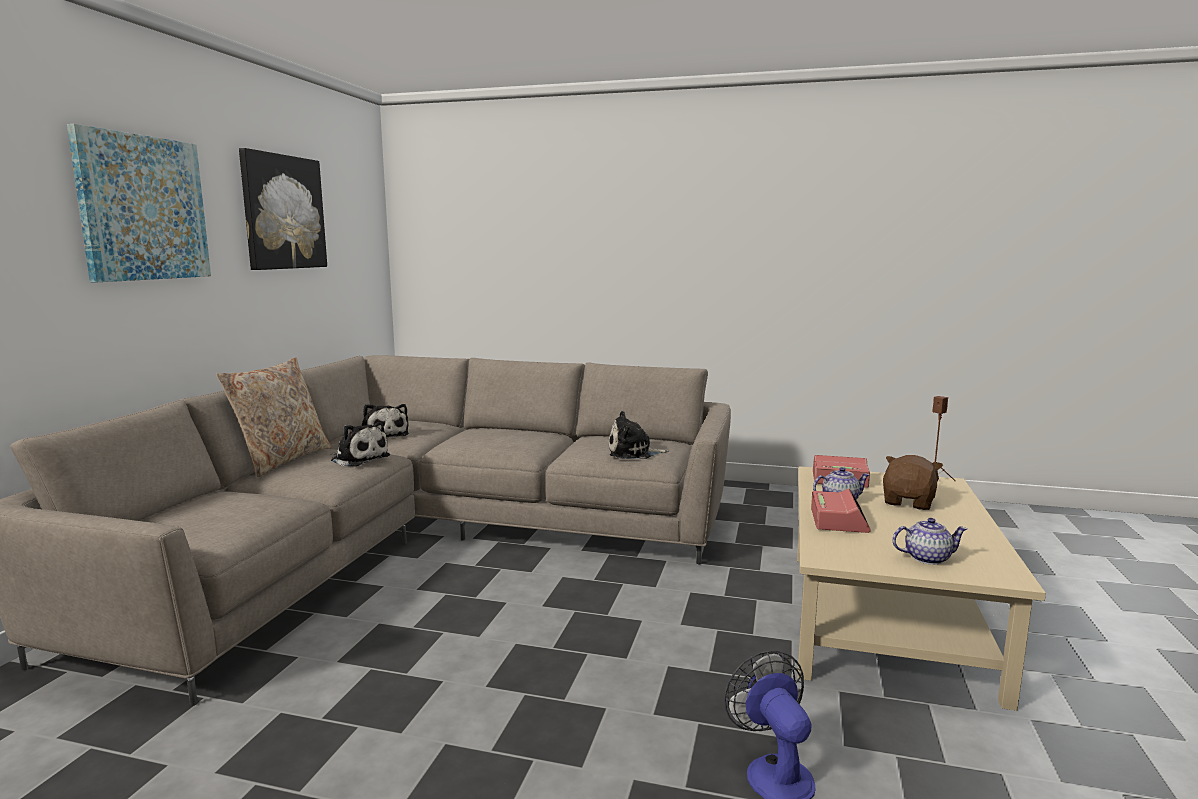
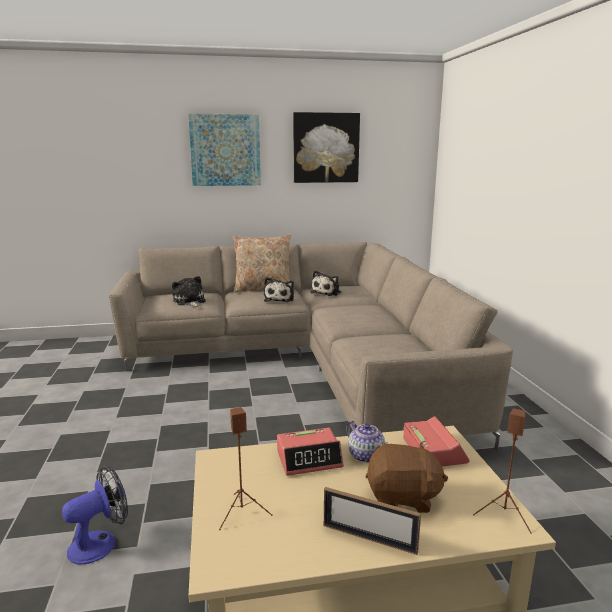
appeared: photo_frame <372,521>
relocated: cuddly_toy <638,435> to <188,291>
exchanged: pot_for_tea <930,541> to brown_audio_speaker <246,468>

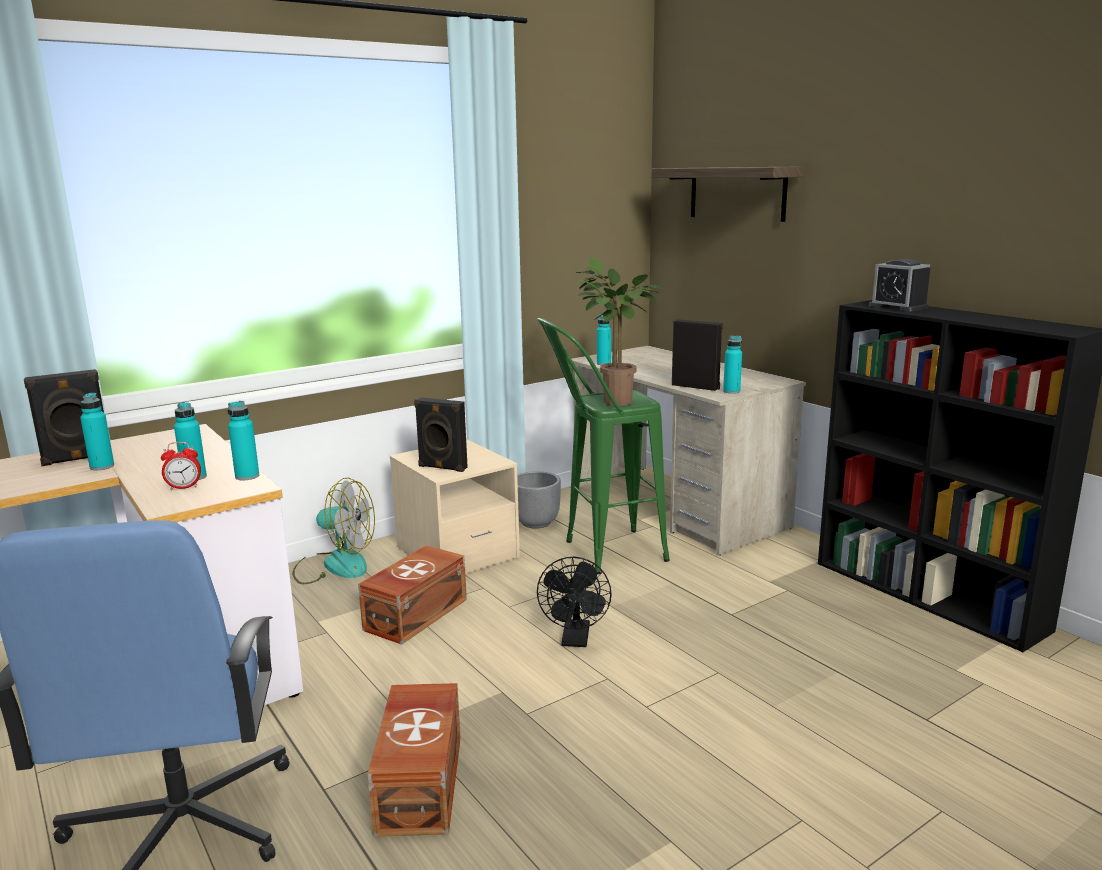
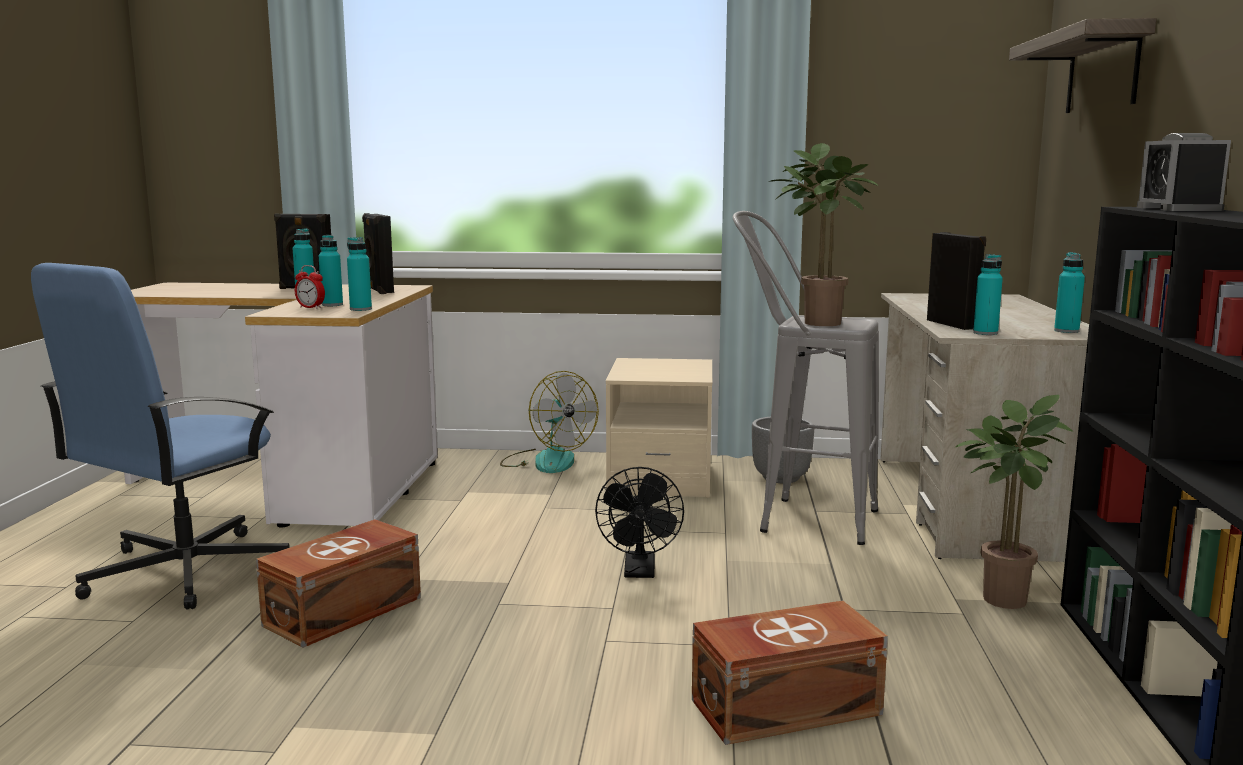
appeared: plant_in_a_pot <1013,502>
relocated: blue-green_drink_bottle <604,340> to <1069,292>; black-coloured_audio_speaker <441,434> to <378,253>; brown_storage_container <412,595> to <790,673>
colour: green_sitting_stool <603,446> to gray_sitting_stool <805,378>
spun: black-coloured_electric_fan <574,602> = <639,522> 45 degrees counterclockwise

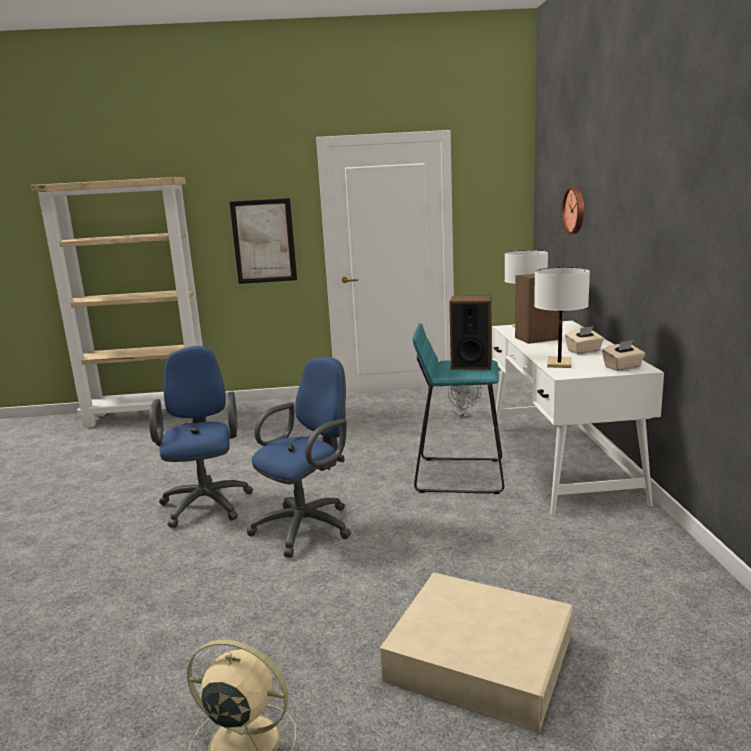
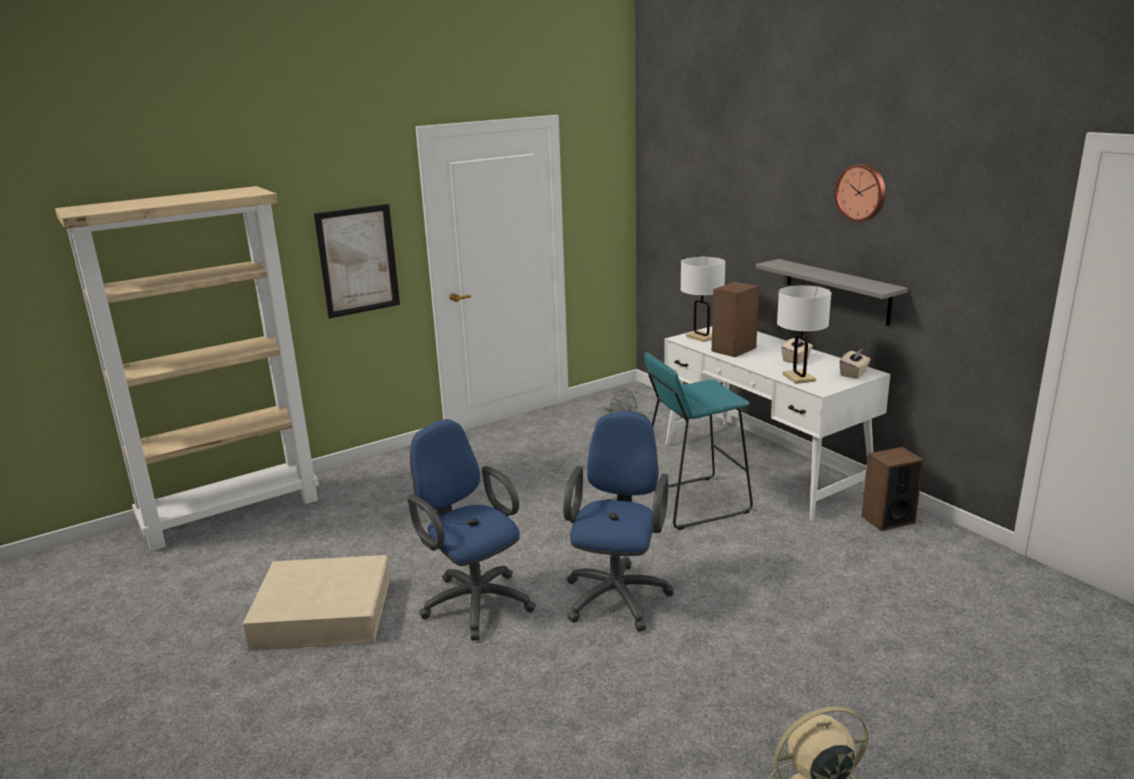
appeared: gray_bracket_shelf <832,292>
relocated: wall_clock <573,210> to <860,193>; audio_speaker <470,332> to <892,489>; sand-coloured_storage_container <476,653> to <316,602>

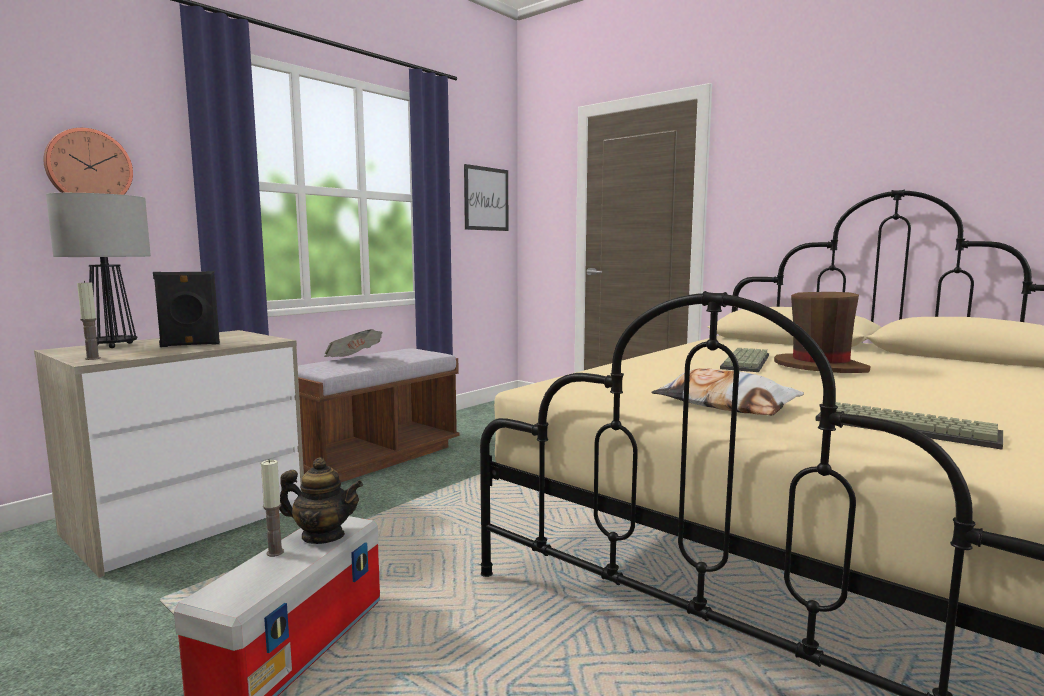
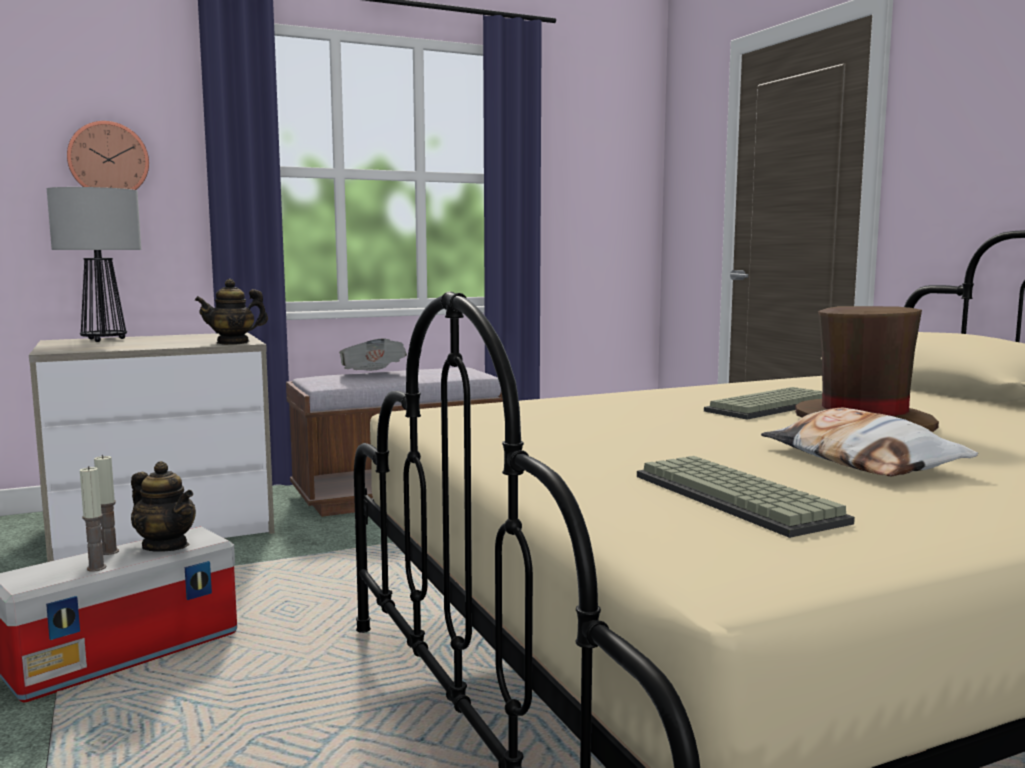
missing: wall_picture <486,197>; black-coloured_audio_speaker <186,309>
appeared: pot_for_tea <231,312>
relocated: wax_candle <89,320> to <93,519>; pillow <727,391> to <869,442>

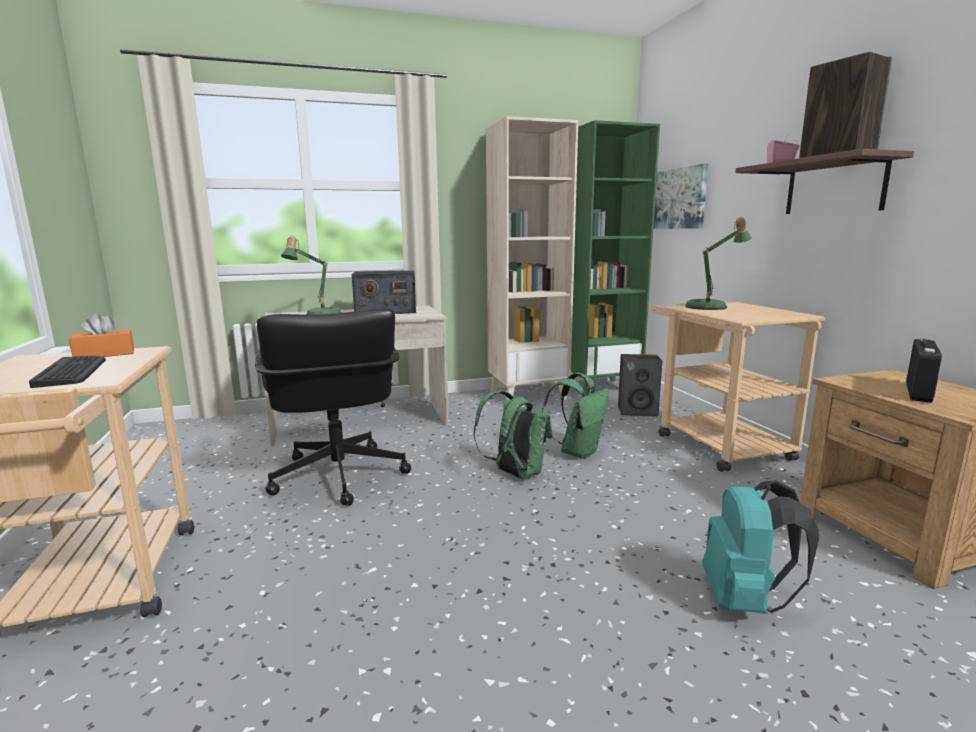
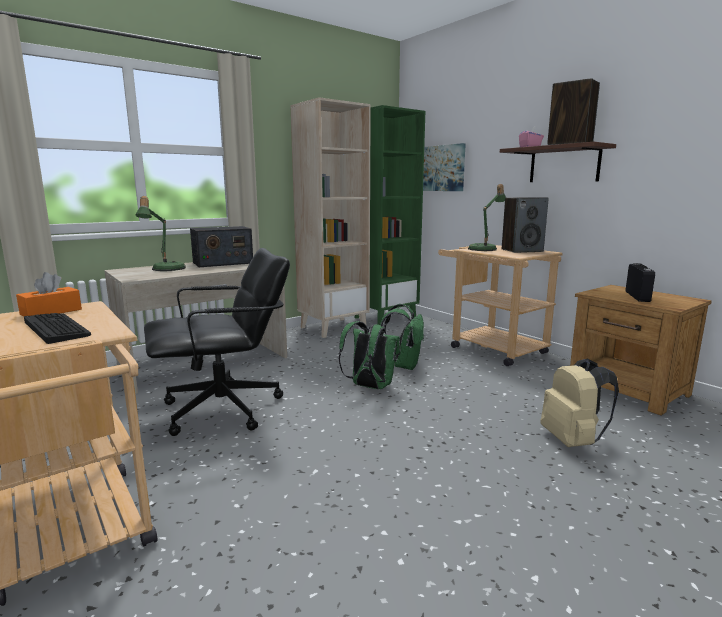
relocated: audio_speaker <640,385> to <525,225>
colour: blue-green_backpack <760,546> to sand-coloured_backpack <579,403>
spun: black-coloured_desk_chair <333,407> = <217,342> 75 degrees counterclockwise

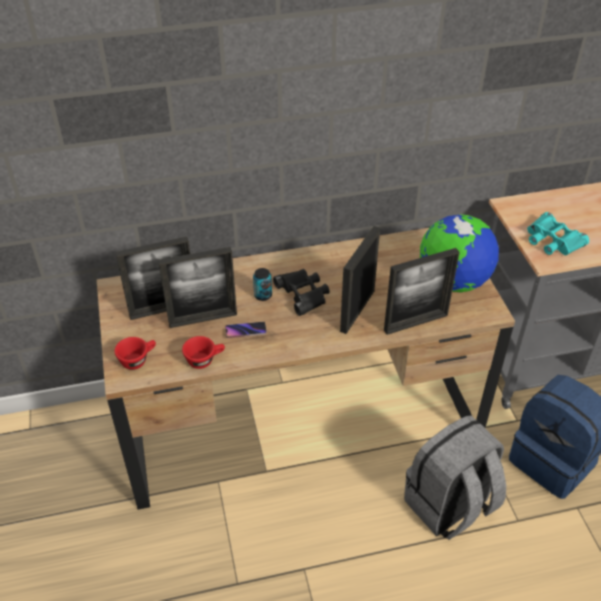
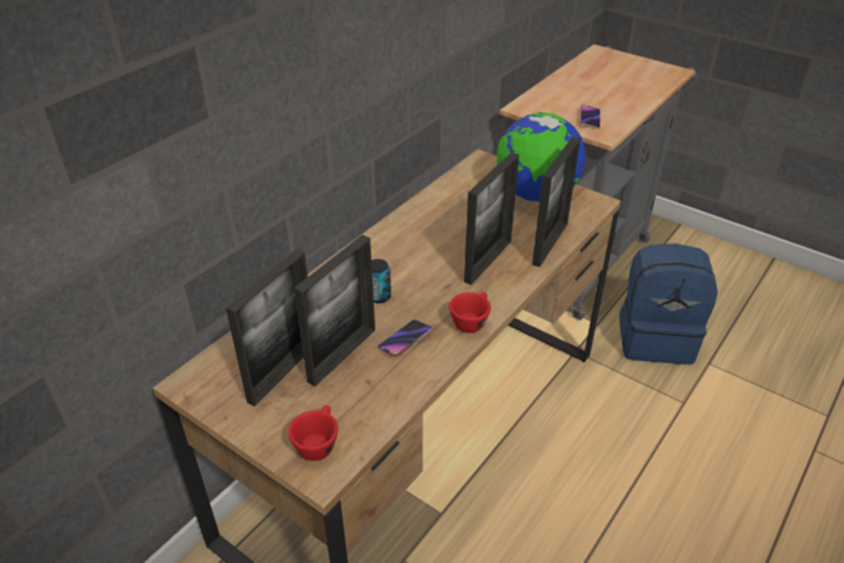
missing: black-coloured_field_glasses <301,292>; gray_backpack <455,477>
relocated: red_cup <203,352> to <470,312>
exchanged: blue-green_field_glasses <558,233> to handset <590,116>
spun: photo_frame <360,280> = <491,218> 135 degrees counterclockwise

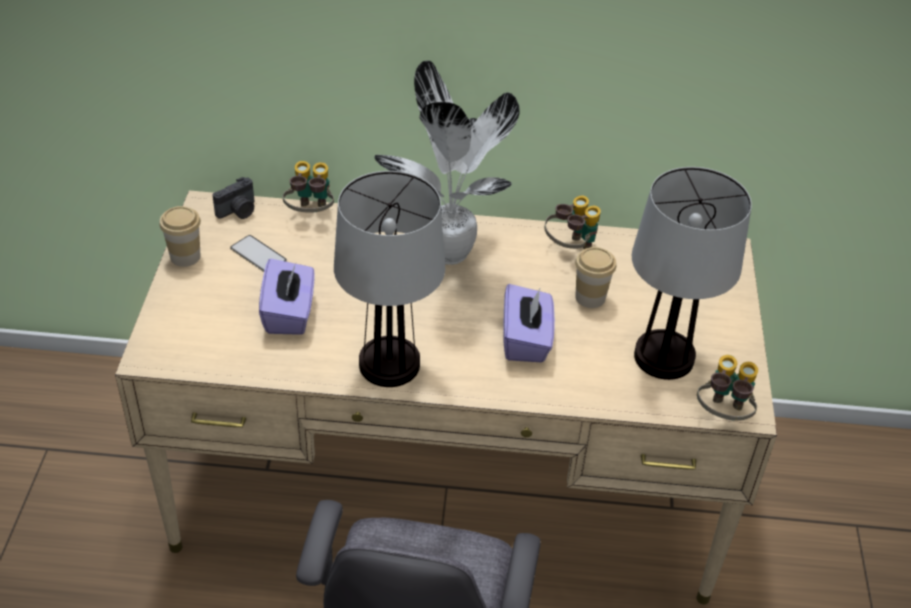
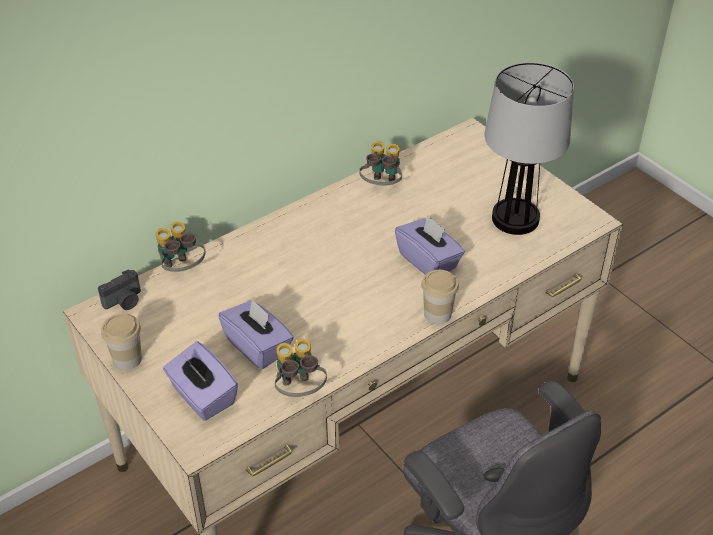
missing: plant_in_a_pot <447,162>; tabletop_lamp <389,279>; handset <258,253>
appeared: purple-coloured_tissue_box <200,381>
relocated: cup <595,277> to <440,297>; field_glasses <727,388> to <301,368>
spun: still_camera <233,198> = <119,289> 45 degrees clockwise

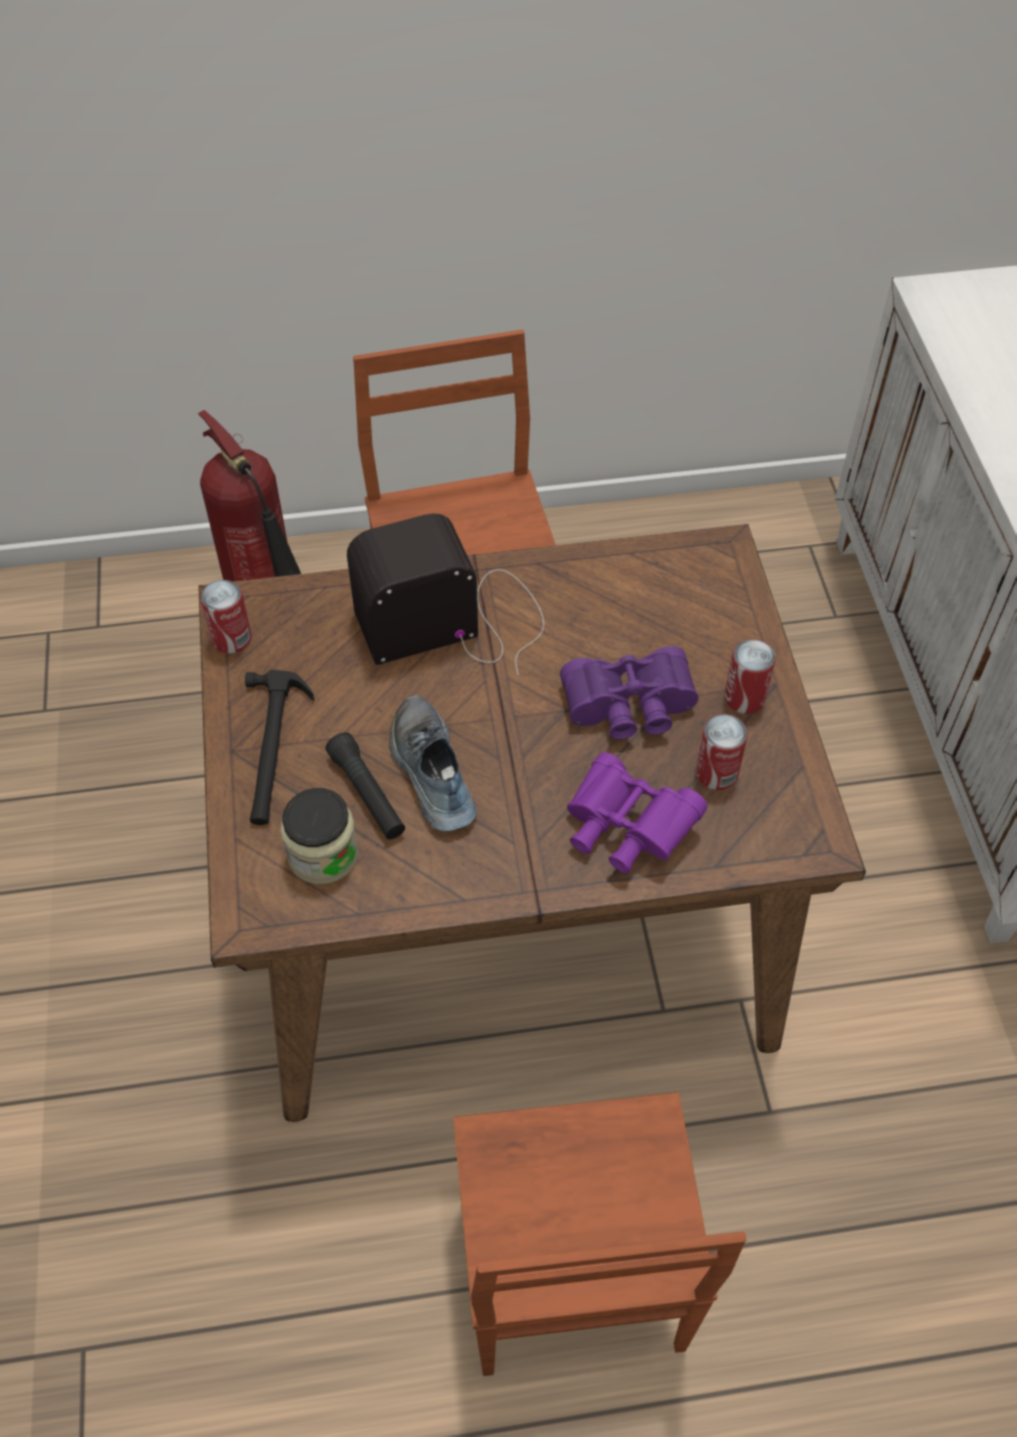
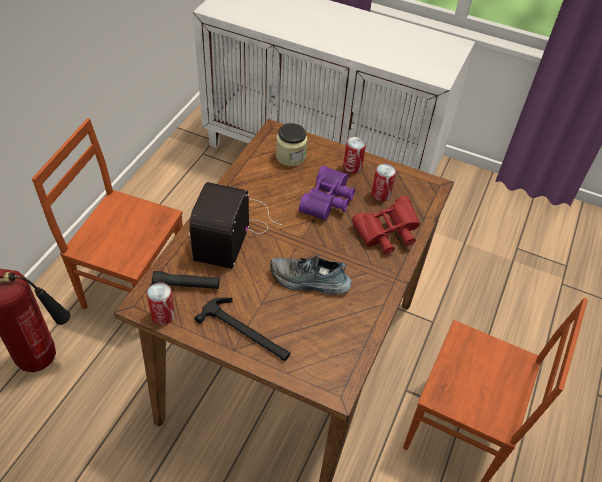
relocated: black-coloured_torch <365,785> to <186,280>; jar <319,836> to <291,144>
colour: purple-coloured_field_glasses <637,812> to red_field_glasses <386,225>

